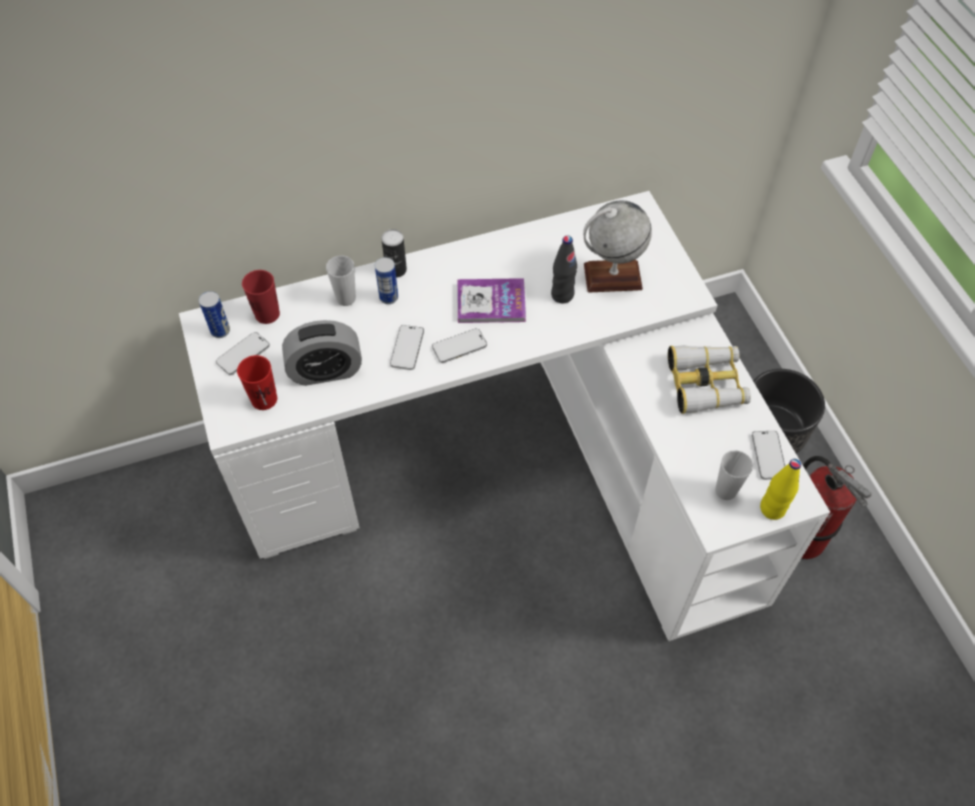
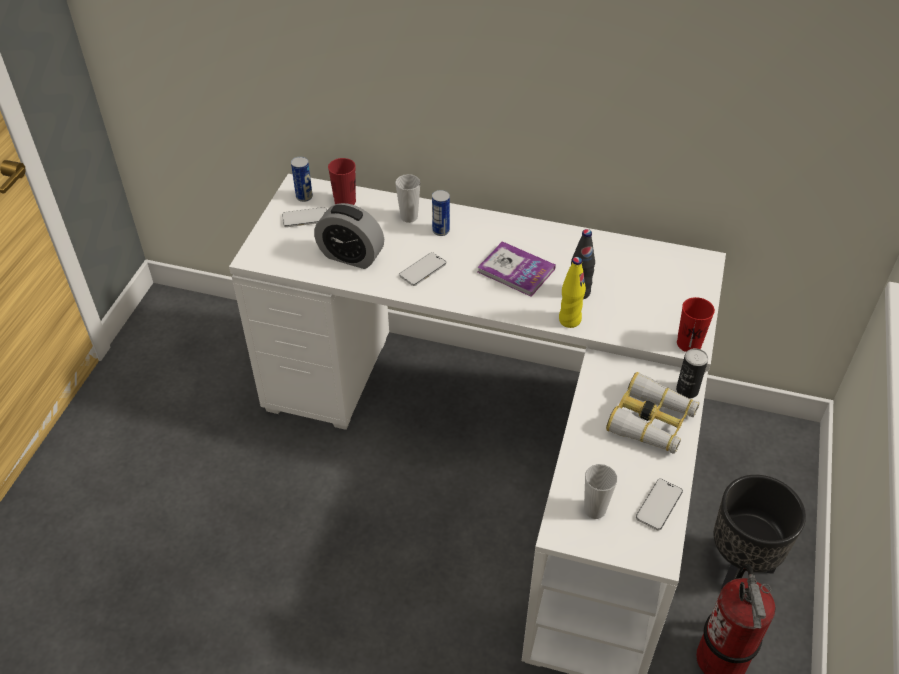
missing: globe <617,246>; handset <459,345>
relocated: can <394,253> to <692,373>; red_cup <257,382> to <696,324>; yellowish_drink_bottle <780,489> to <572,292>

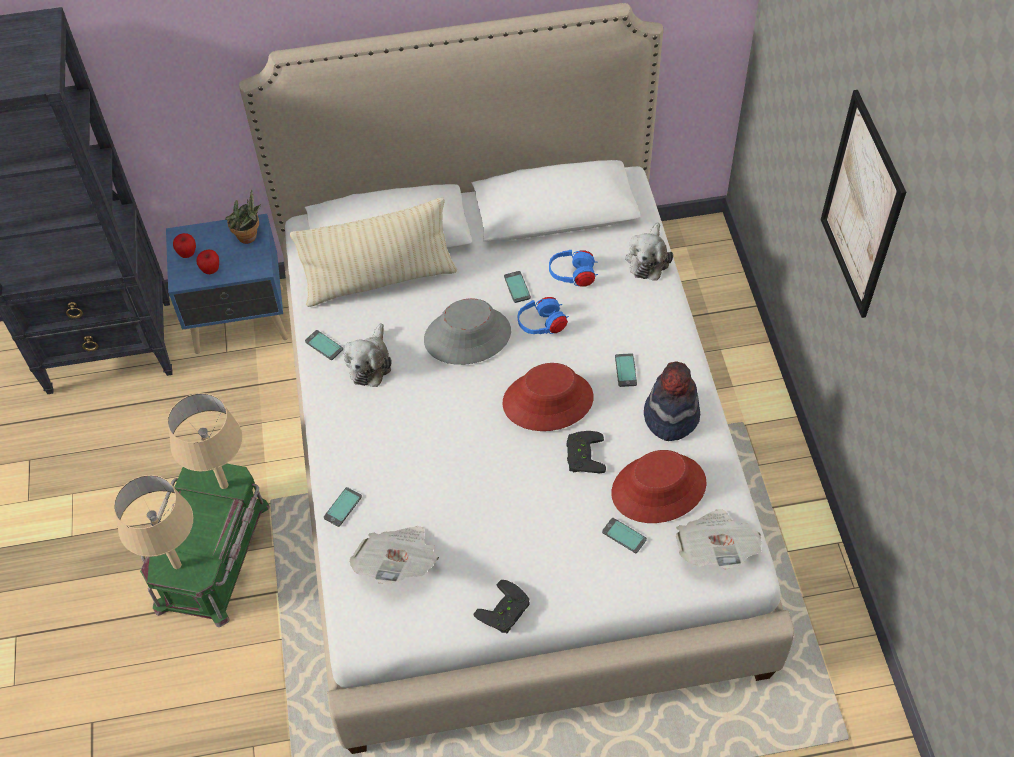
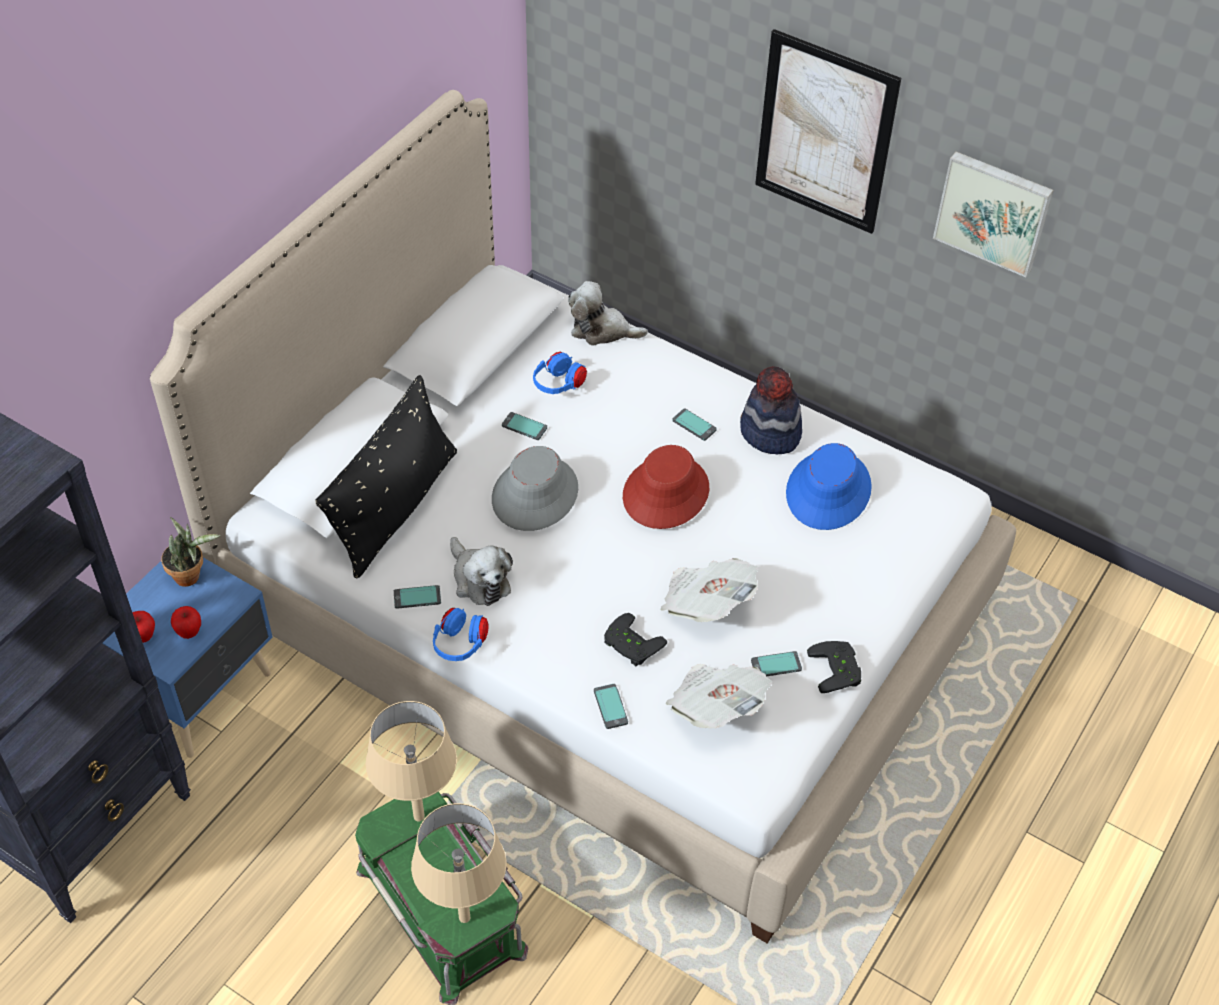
appeared: wall_picture <993,214>
relocated: blue_headphones <543,315> to <460,634>; black-coloured_game_controller <586,452> to <635,639>; daily_paper <719,539> to <709,590>; handset <624,535> to <776,663>
colour: sand-coloured_pillow <373,252> to black-coloured_pillow <386,476>; red_hat <658,486> to blue_hat <829,486>
spun: cuddly_toy <649,251> = <608,313> 135 degrees clockwise

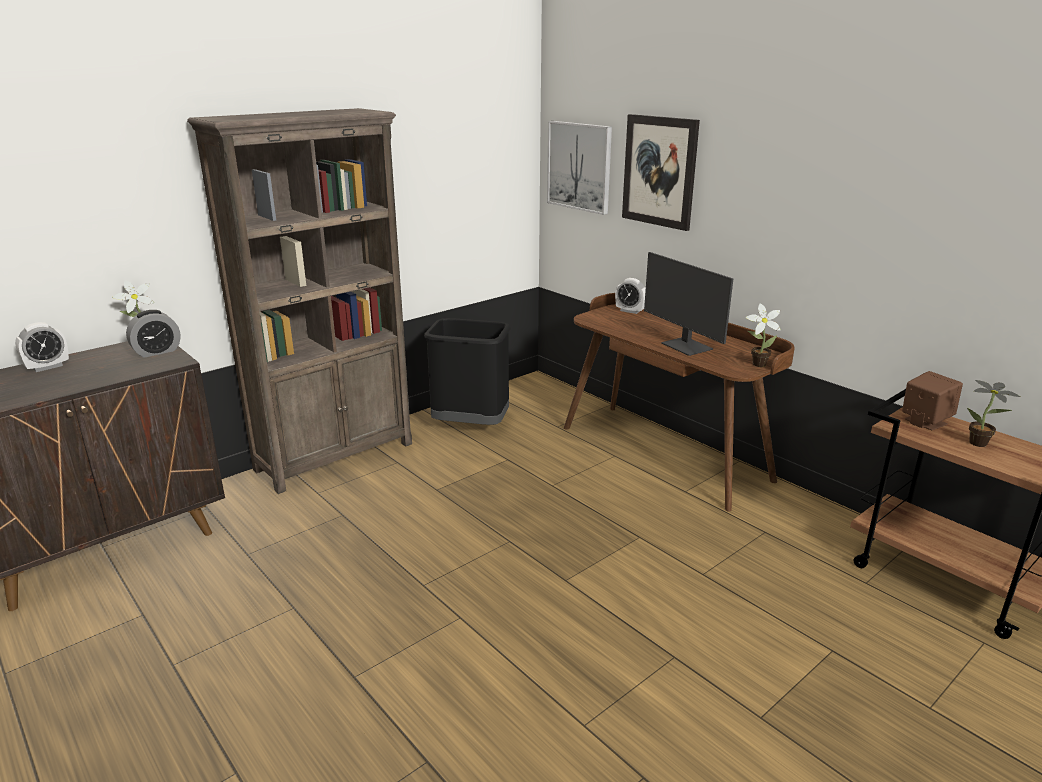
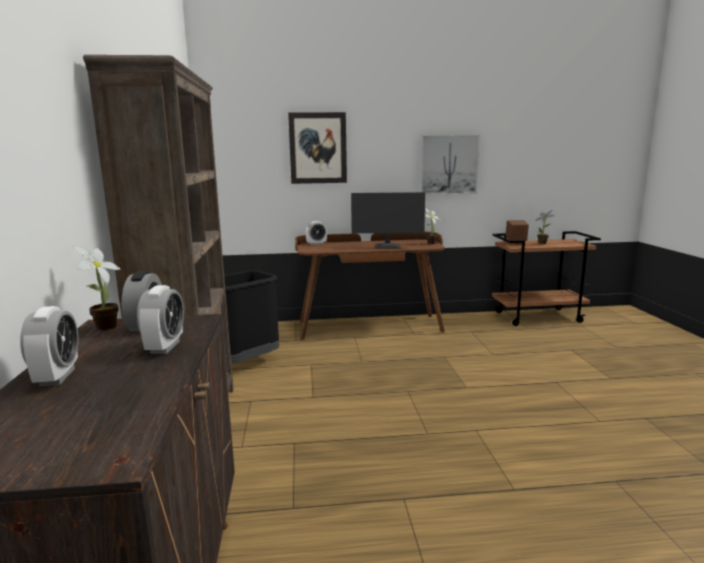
appeared: table_clock <160,319>
relocated: wall_picture <579,168> to <450,165>

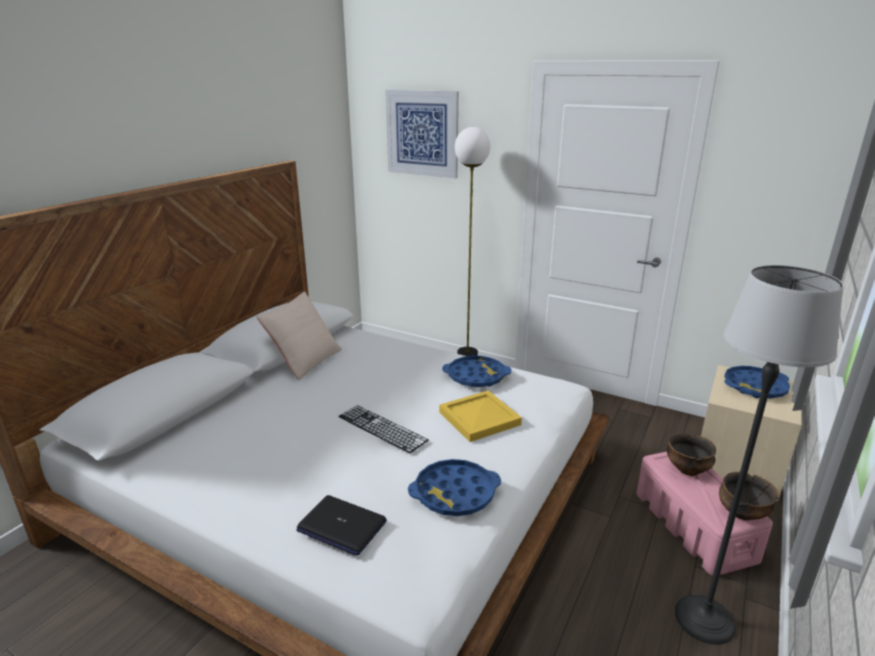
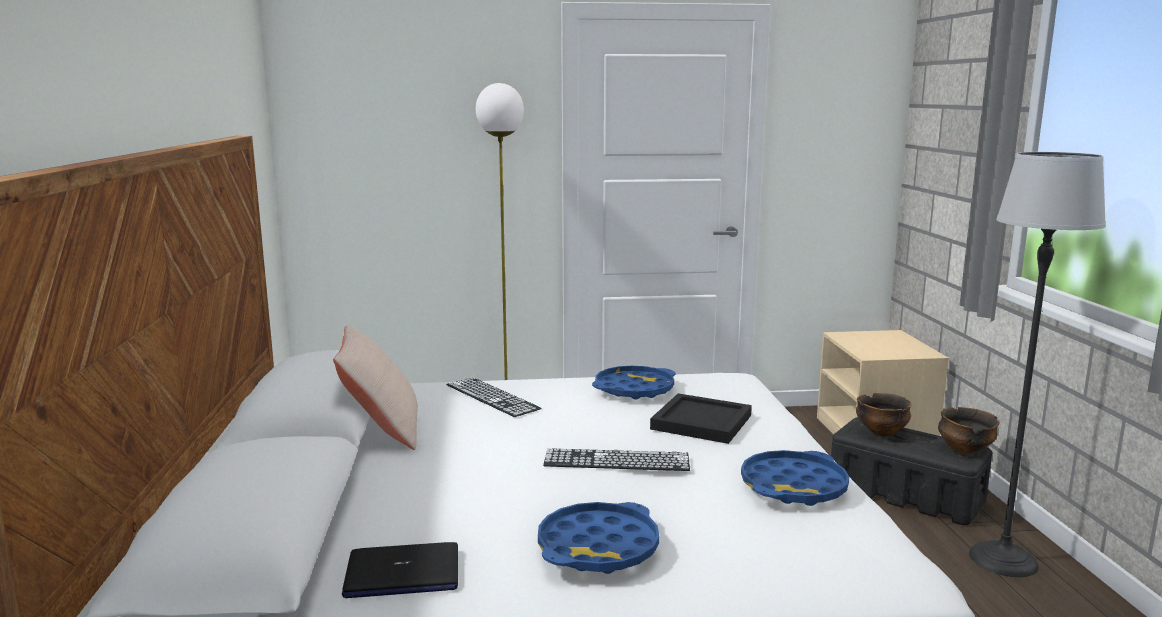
missing: wall_picture <422,134>
appeared: keyboard <493,397>
relocated: blue_tray <757,382> to <598,538>; laptop <341,525> to <400,570>
colour: yellowish_tray <480,416> to black-coloured_tray <701,418>; pink_storage_container <705,514> to black-coloured_storage_container <911,471>

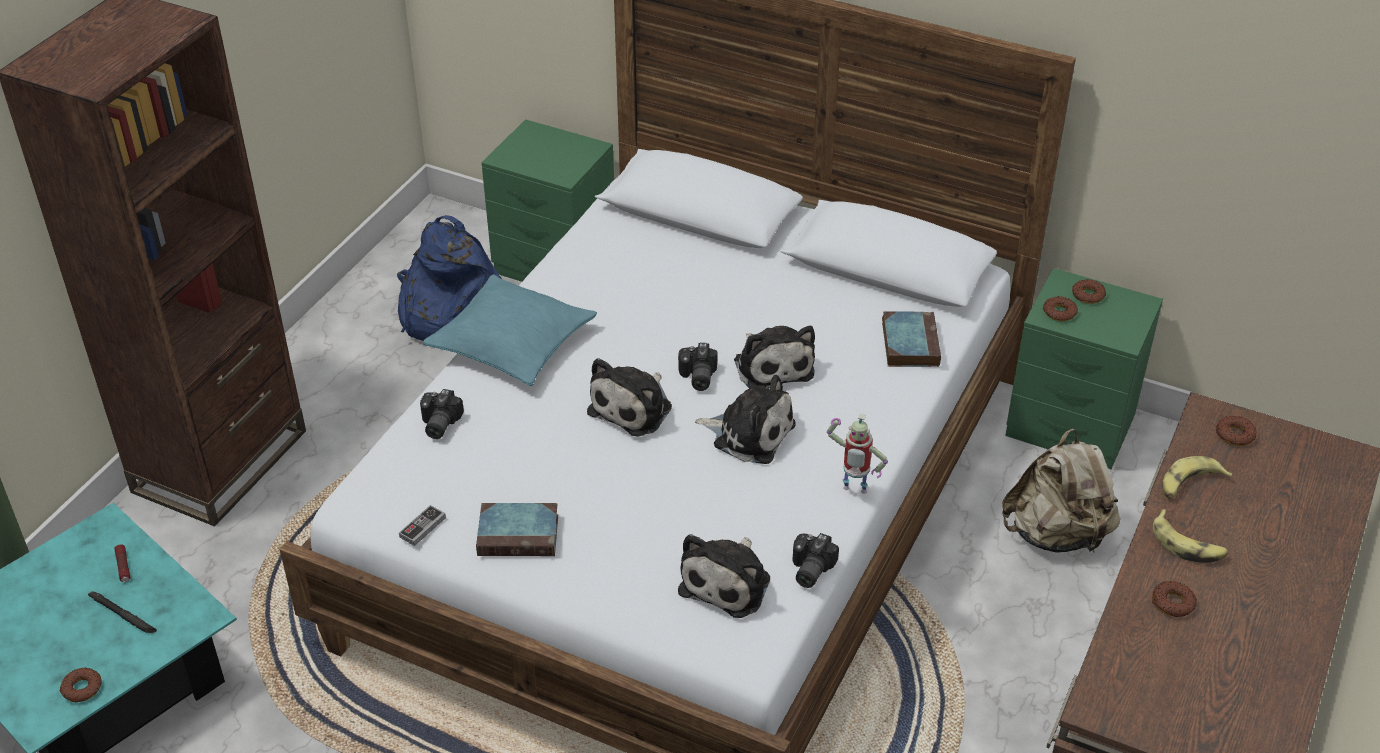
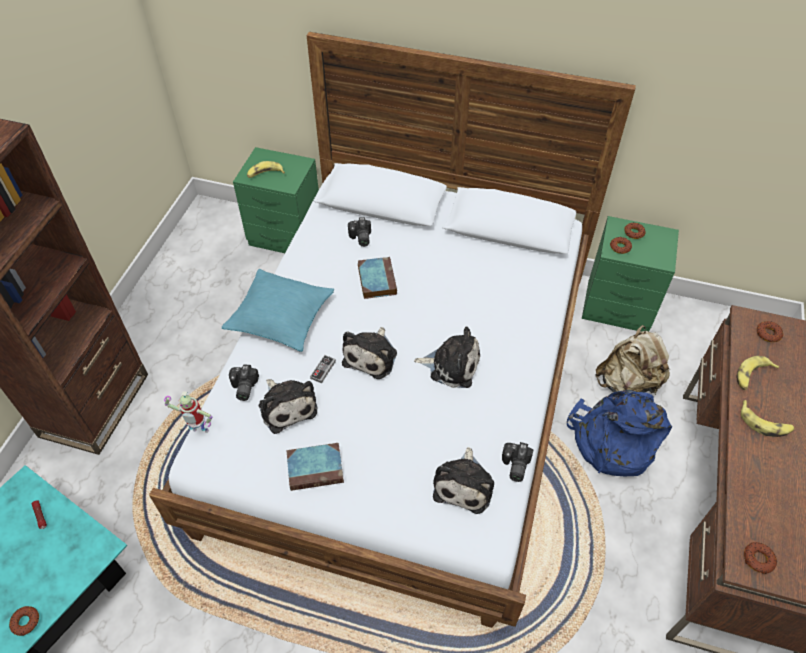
missing: black-coloured_torch <122,612>
appeared: banana_fruit <266,169>
relocated: blue_backpack <449,278> to <619,433>; bound_book <911,339> to <377,278>; cuddly_toy <774,357> to <287,406>; still_camera <697,367> to <359,232>; toy_robot <857,453> to <188,412>; game_controller <422,525> to <323,369>; ring_doughnut <1174,599> to <760,558>

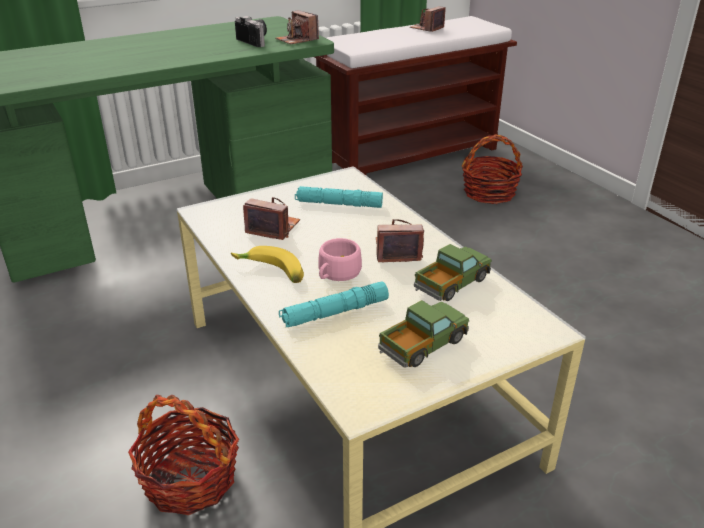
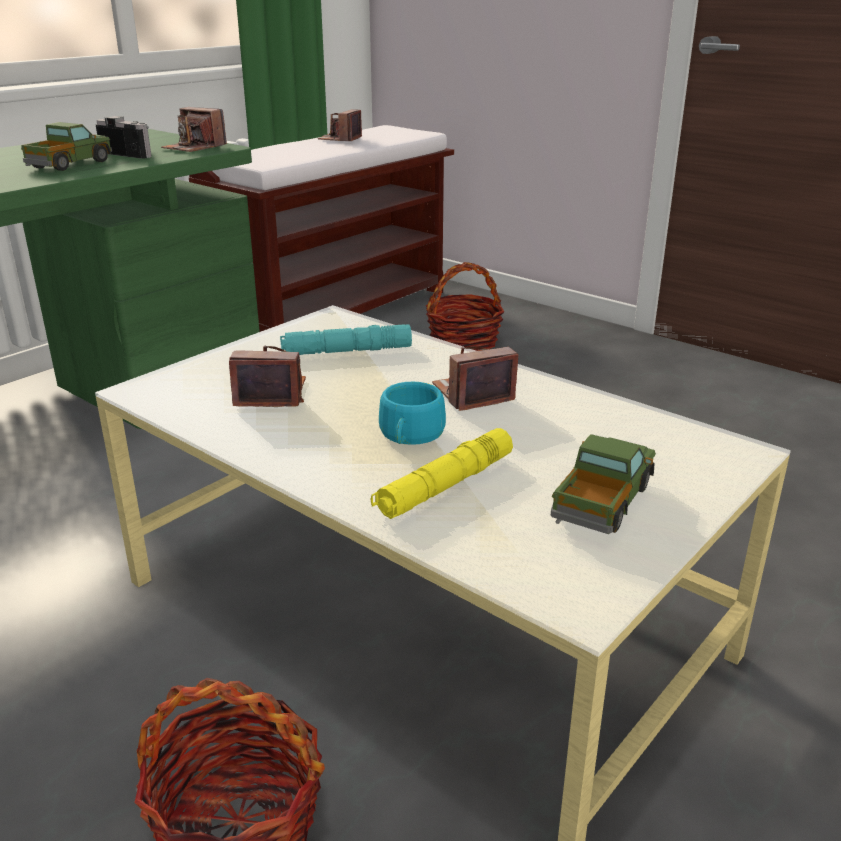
missing: banana_fruit <267,264>
relocated: model_truck <453,272> to <66,146>
colour: pink_cup <340,259> to blue-green_cup <412,413>; blue-green_torch <334,304> to yellowish_torch <441,473>

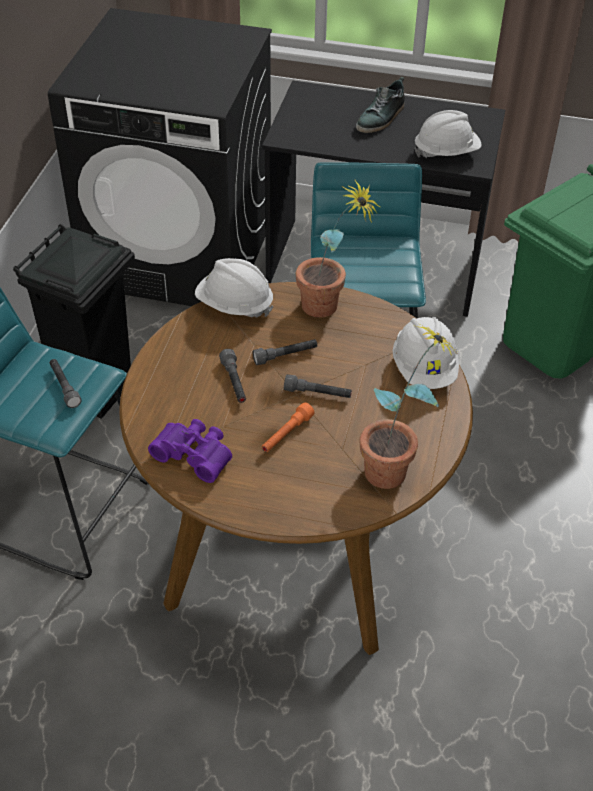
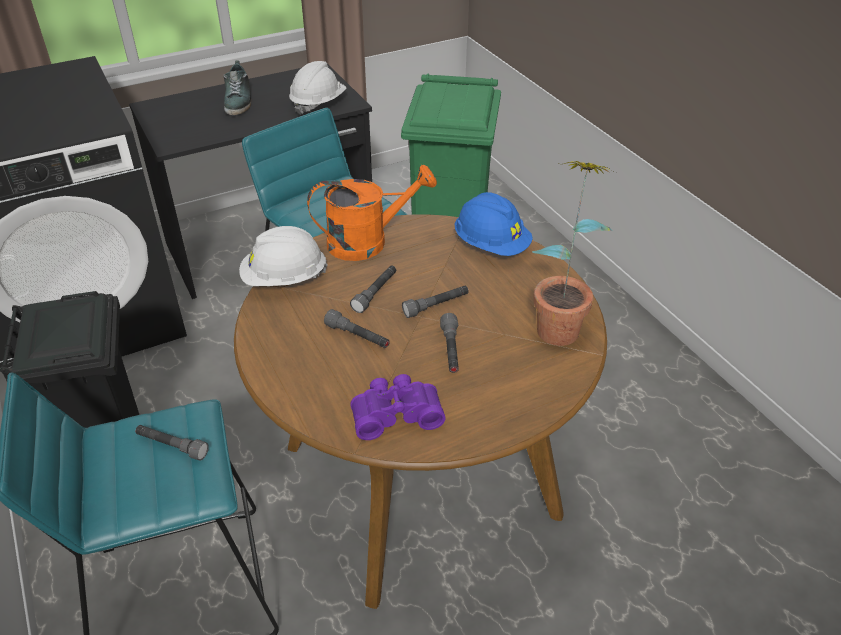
exchanged: plant_in_a_pot <338,249> to orangey_watering_pot <372,213>
colour: white_hard_hat <426,353> to blue_hard_hat <494,224>; orangey_torch <287,427> to gray_torch <449,343>

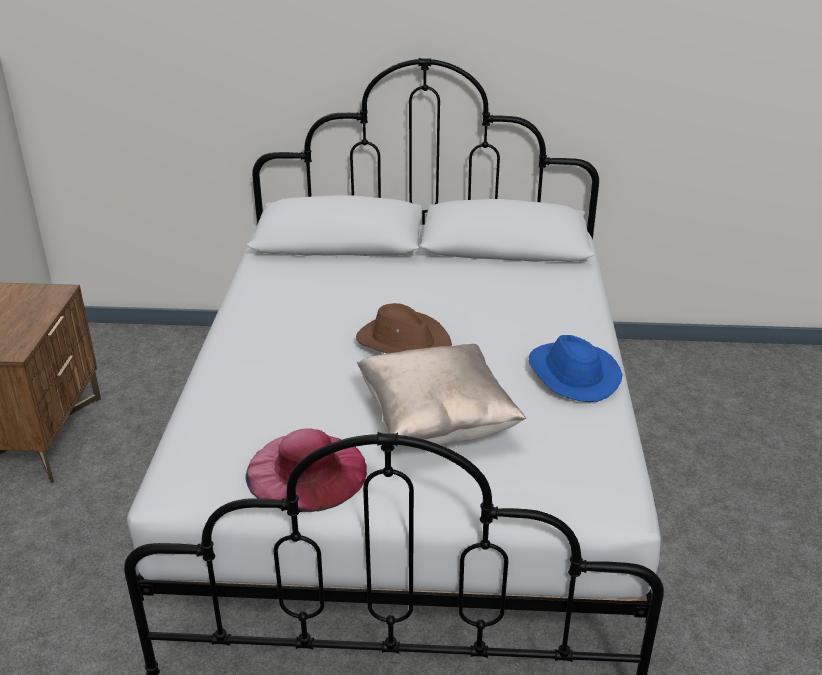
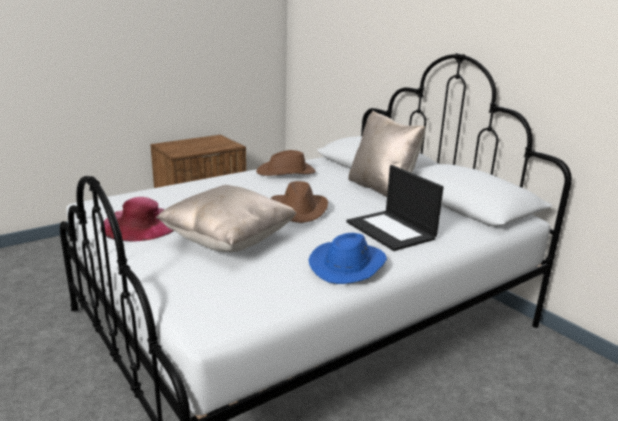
appeared: sand-coloured_pillow <386,154>; brown_hat <286,163>; laptop <395,208>

